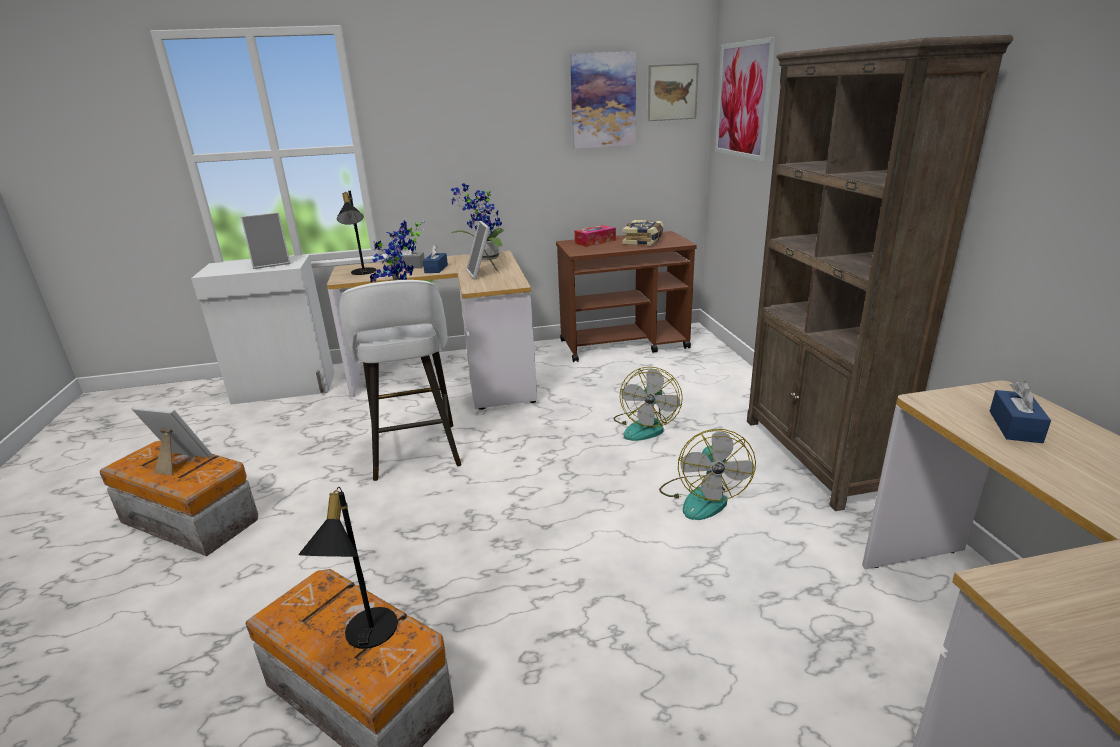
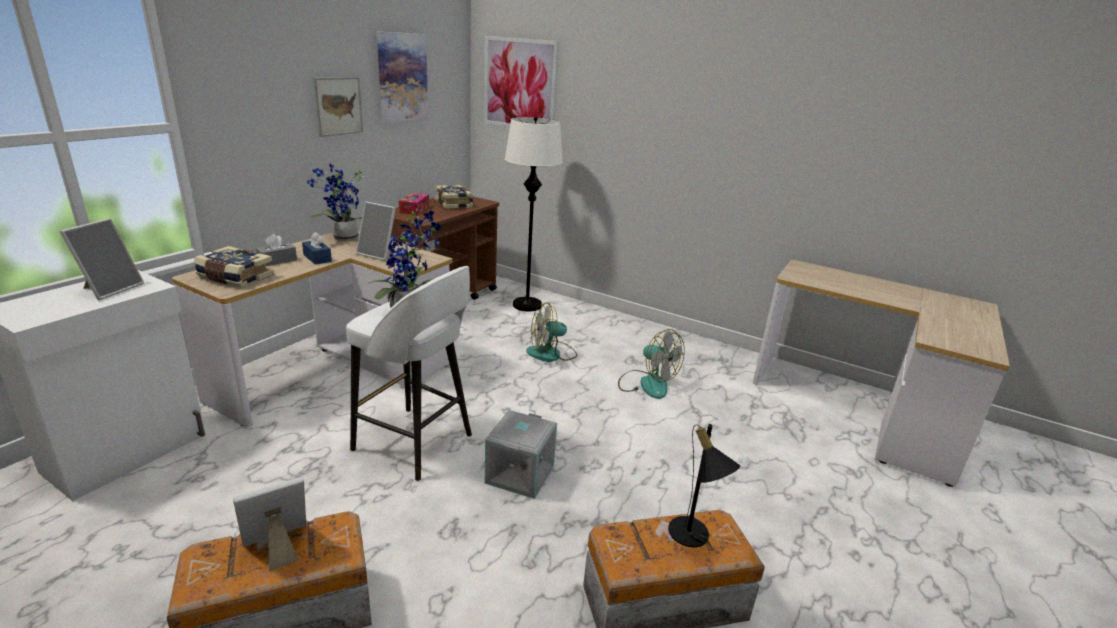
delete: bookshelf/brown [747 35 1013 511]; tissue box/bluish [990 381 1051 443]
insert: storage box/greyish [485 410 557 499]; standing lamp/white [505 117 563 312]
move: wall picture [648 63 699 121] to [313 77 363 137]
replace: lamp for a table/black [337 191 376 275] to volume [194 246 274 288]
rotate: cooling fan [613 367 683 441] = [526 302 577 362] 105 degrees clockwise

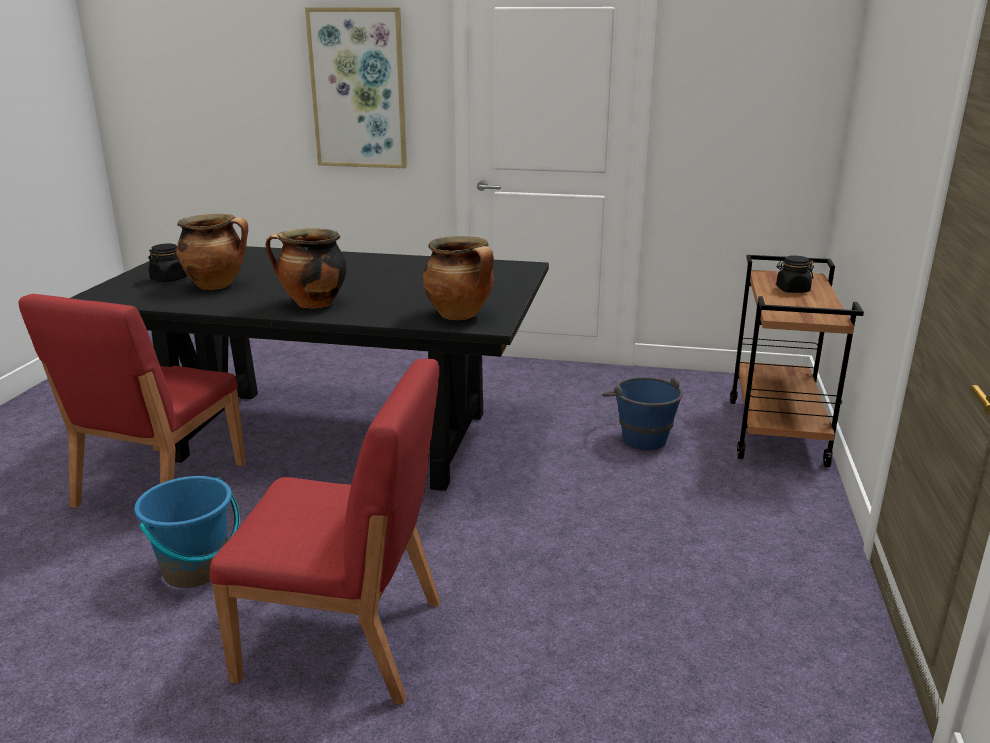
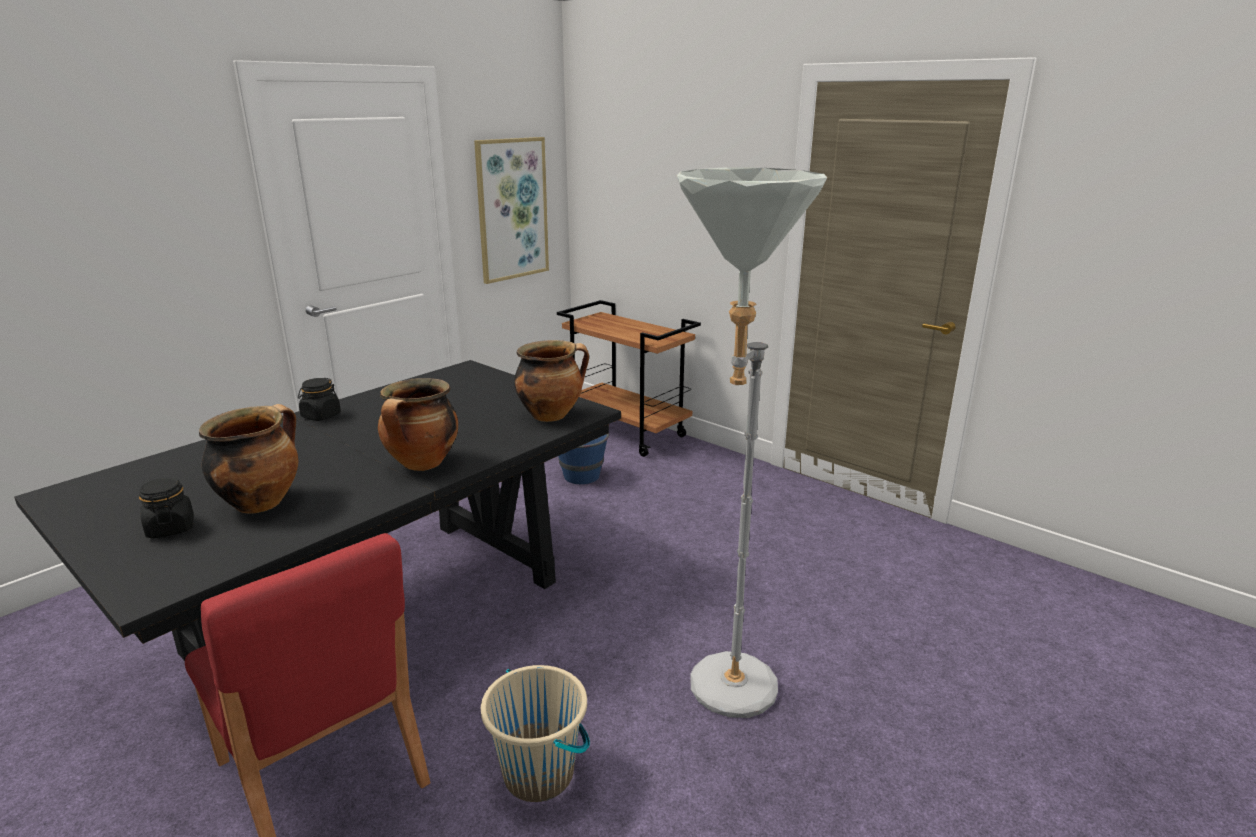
move: wall picture [305 7 407 168] to [474 137 549 284]; preserve jar/black [776 256 814 293] to [298 378 341 421]
replace: upright chair/reddish [210 359 440 705] to standing lamp/greyish [677 167 827 718]
recolor: water bucket/bluish [134 476 240 588] to water bucket/beige-coloured [481 665 590 802]

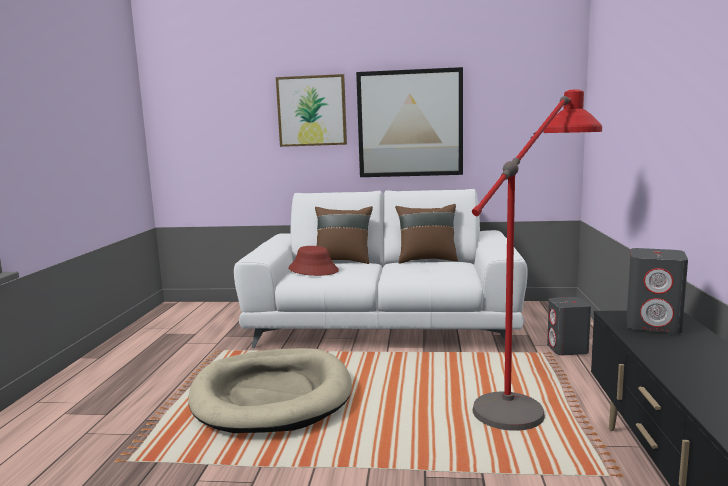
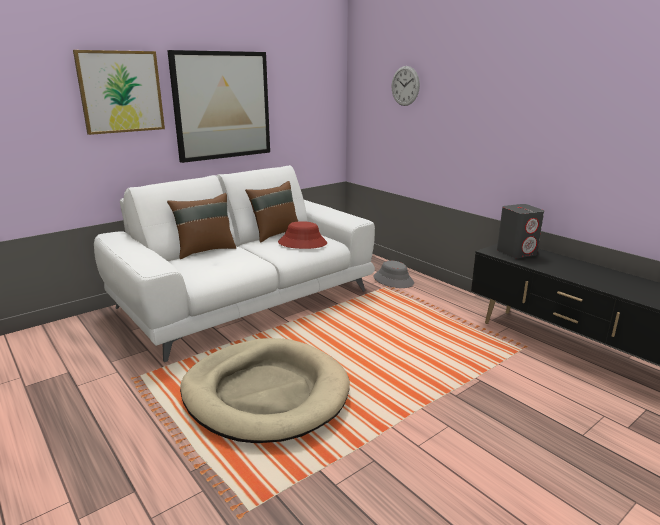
delete: standing lamp/reddish [472 89 602 431]
insert: hanging clock [392 66 420 106]
move: hat/reddish [288 246 339 276] to [278 221 327 249]
replace: audio speaker/greyish [547 297 591 355] to hat/greyish [373 260 414 288]

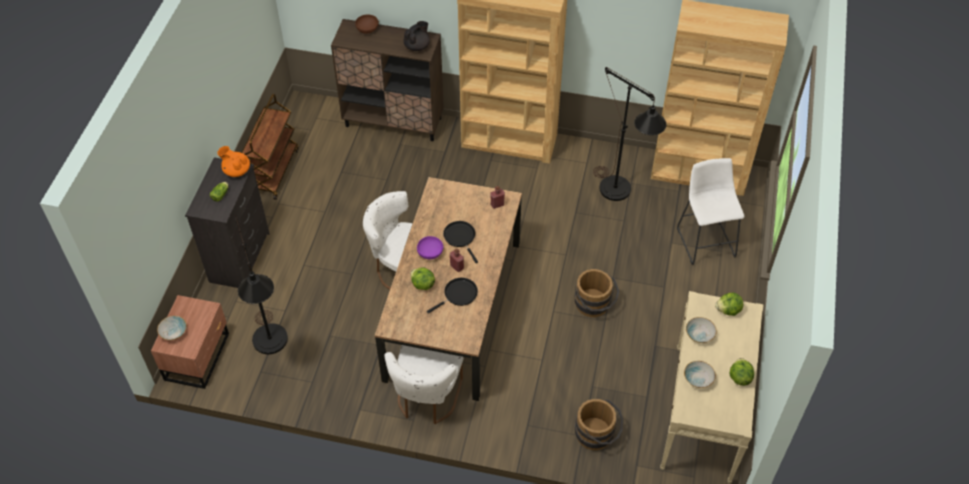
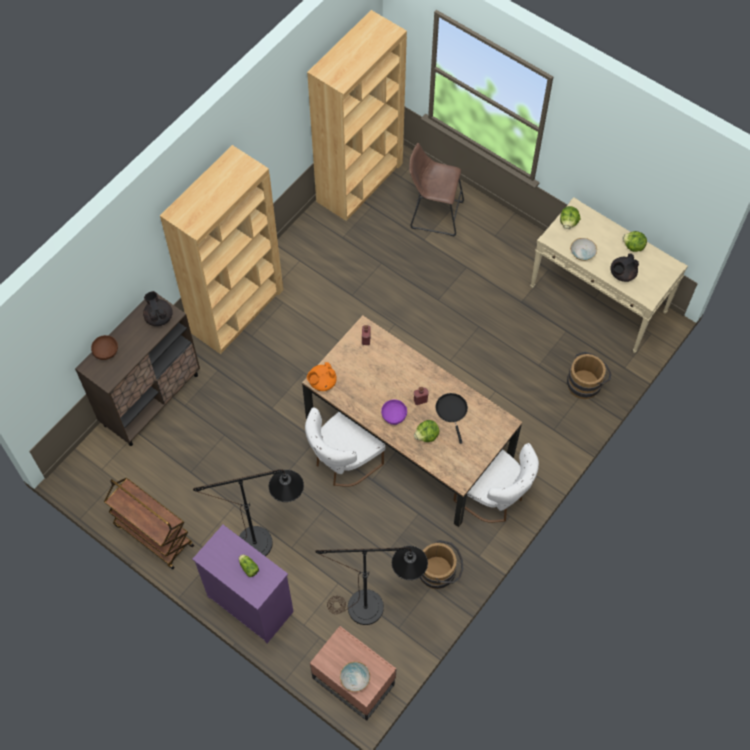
delete: skillet/black [443 221 478 263]
move: tea pot/orange-coloured [217 146 250 177] to [307 362 337 391]; water bucket/brown [574 269 619 317] to [420 540 463 589]; standing lamp/black [593 67 666 201] to [193 469 304 556]
replace: deep dish [684 361 716 388] to tea pot/black [611 253 639 282]
recolor: drawer chest/black [185 157 270 288] to drawer chest/purplish [192 525 294 643]; sitting stool/white [677 158 744 265] to sitting stool/brown [409 143 464 237]

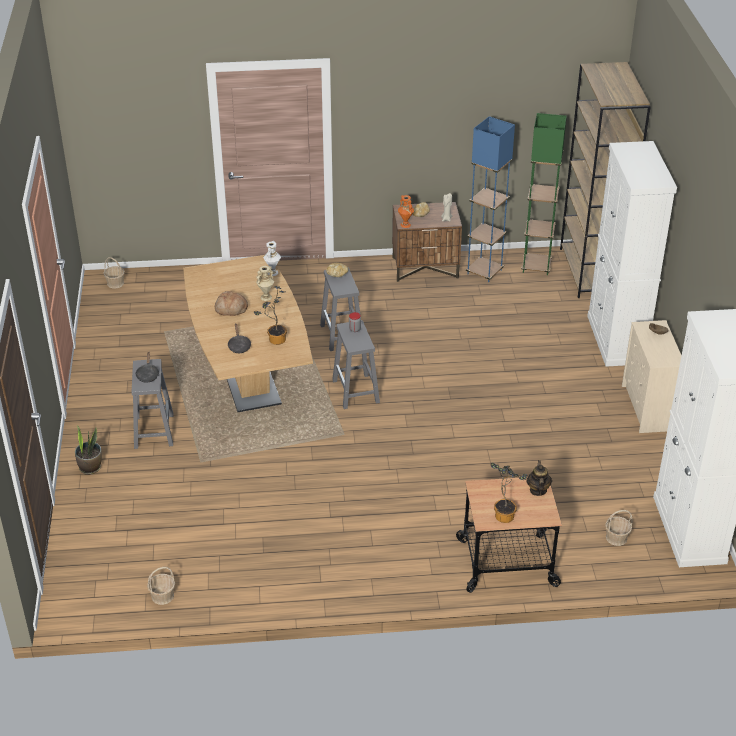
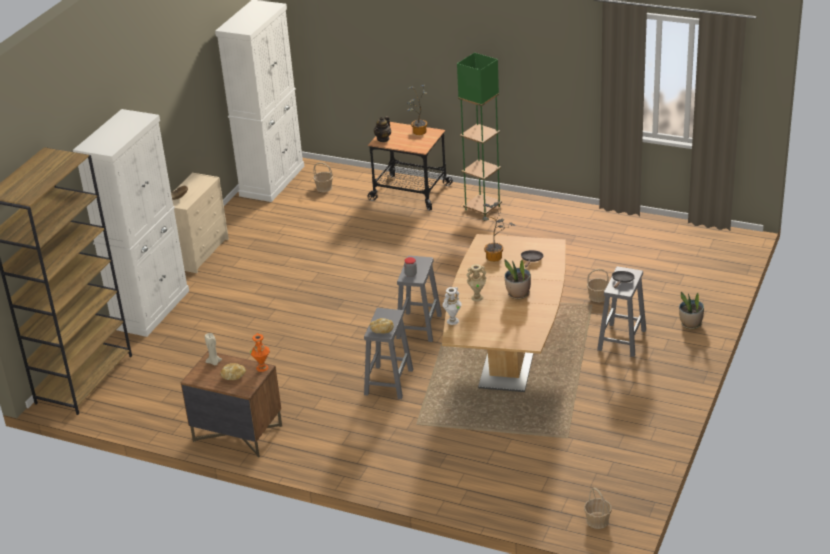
delete: standing lamp/bluish [466 116 515 282]
move: household basket [147 567 175 605] to [587 269 609 302]; standing lamp/greenish [521 113 567 275] to [457 52 502 217]
replace: bakery bread [215 291 248 316] to houseplant [504 259 531 299]

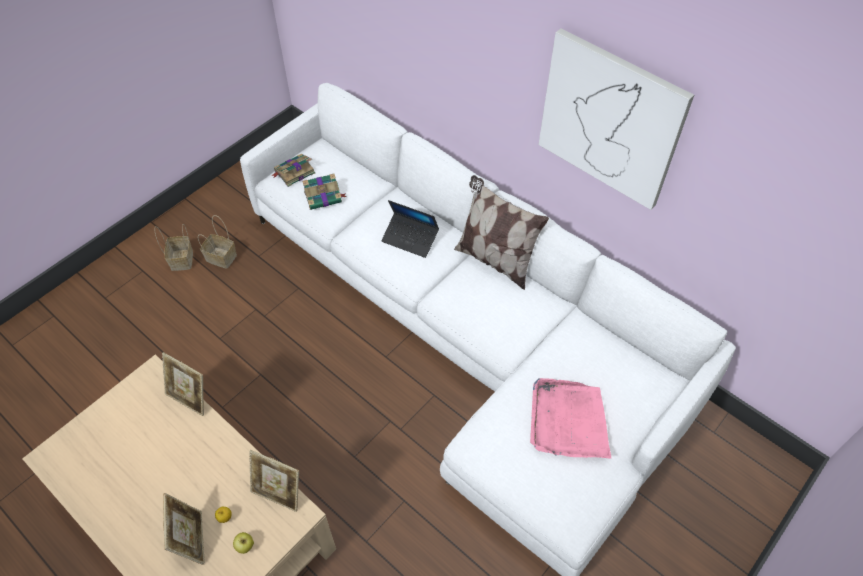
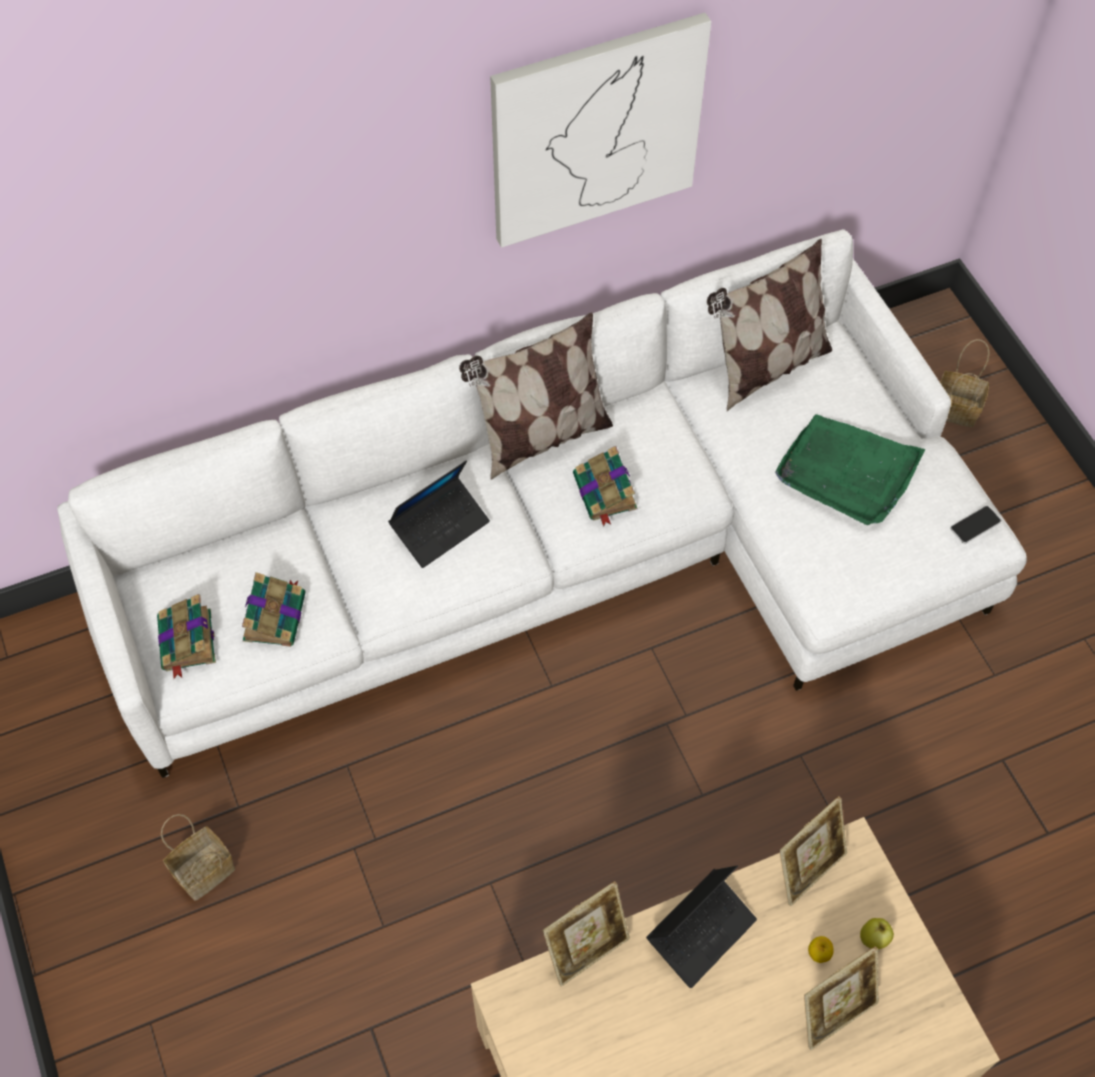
insert: volume [573 446 638 527]; laptop [646 866 757 988]; cushion [707 239 832 411]; telephone [950 506 1001 544]
move: household basket [154 224 193 271] to [940 339 990 427]
recolor: tray/pinkish [530 378 611 459] to tray/greenish [775 414 925 525]
rotate: picture frame [163 493 205 565] = [804 946 879 1050] 135 degrees clockwise

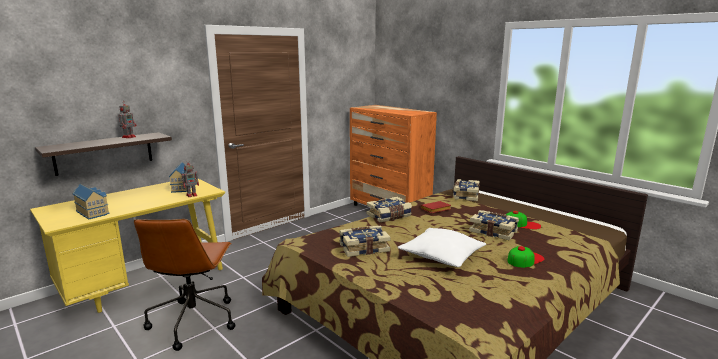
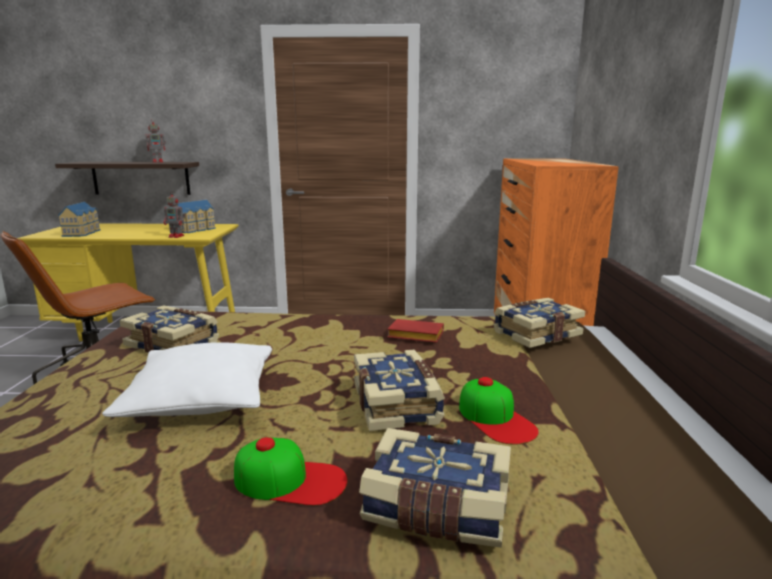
move: volume [367 197 412 222] to [359 428 511 548]

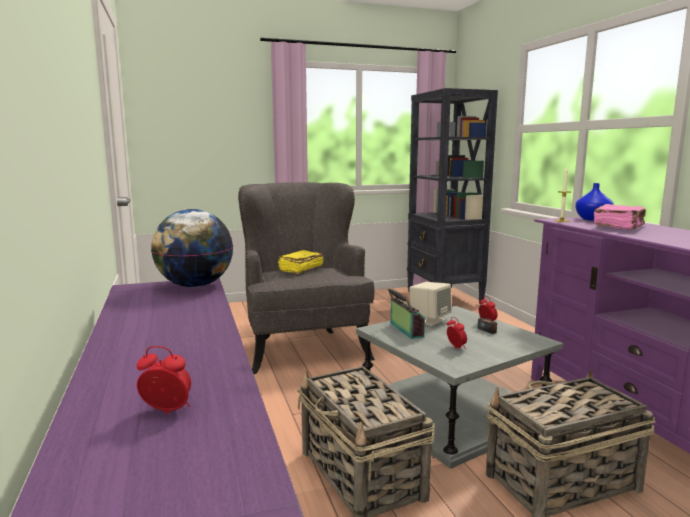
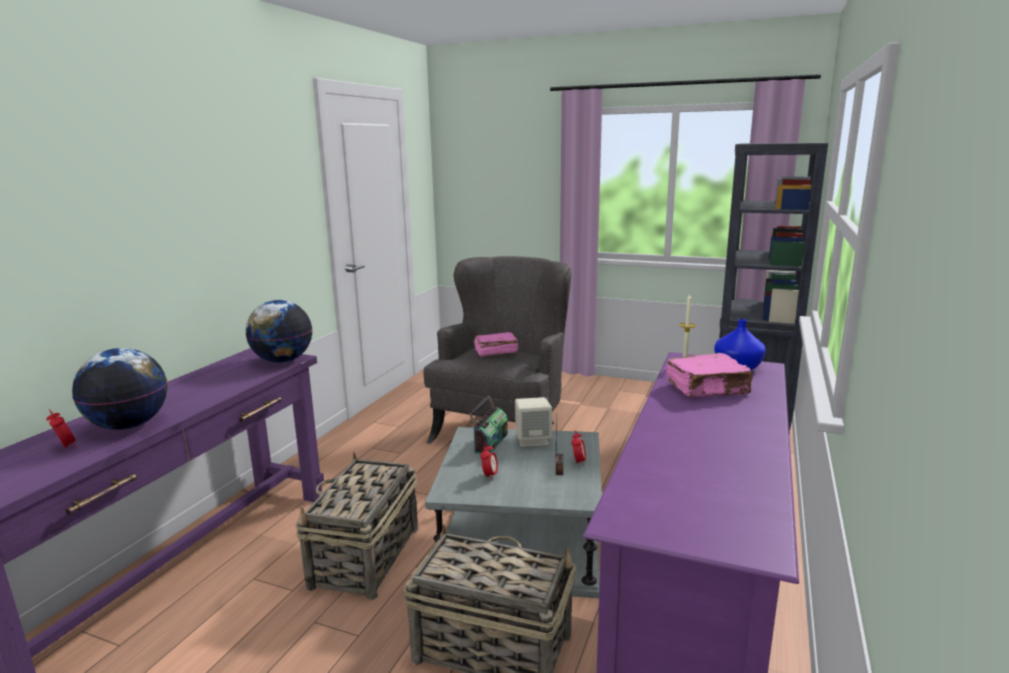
insert: desk globe [72 348 167 430]
recolor: volume/yellowish [278 250 323 274] to volume/pinkish [474 332 518 357]

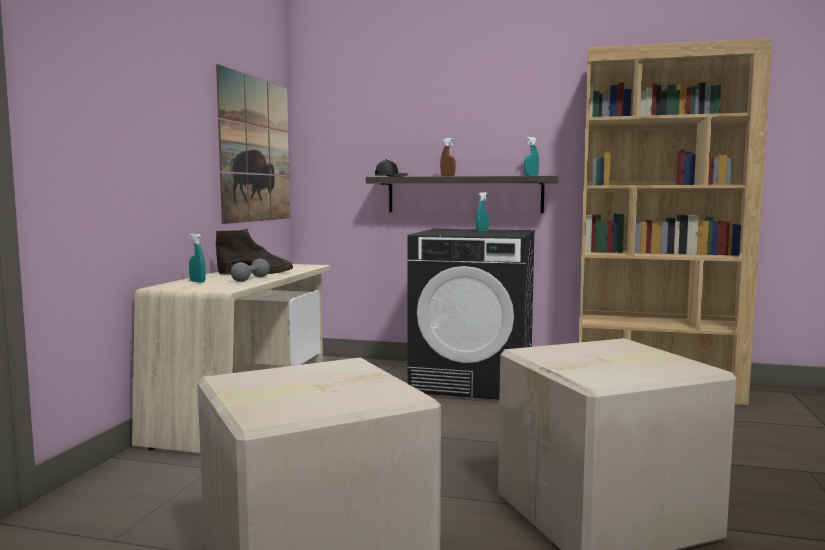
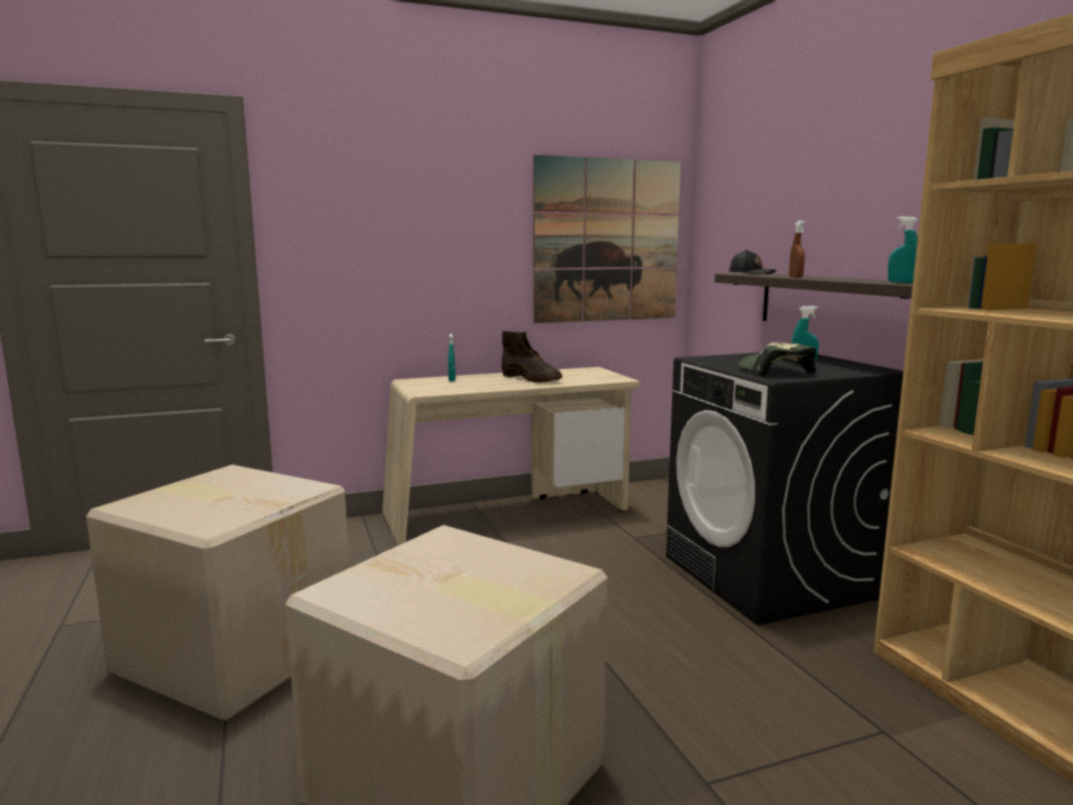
delete: free weight/greyish [230 259 270 282]
insert: peaked cap [738 342 816 376]

